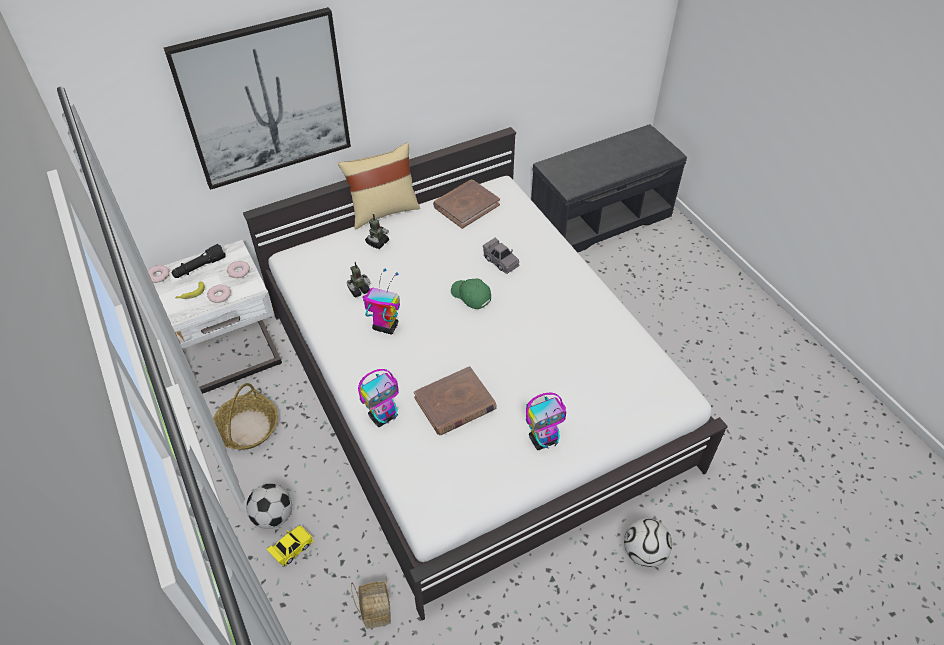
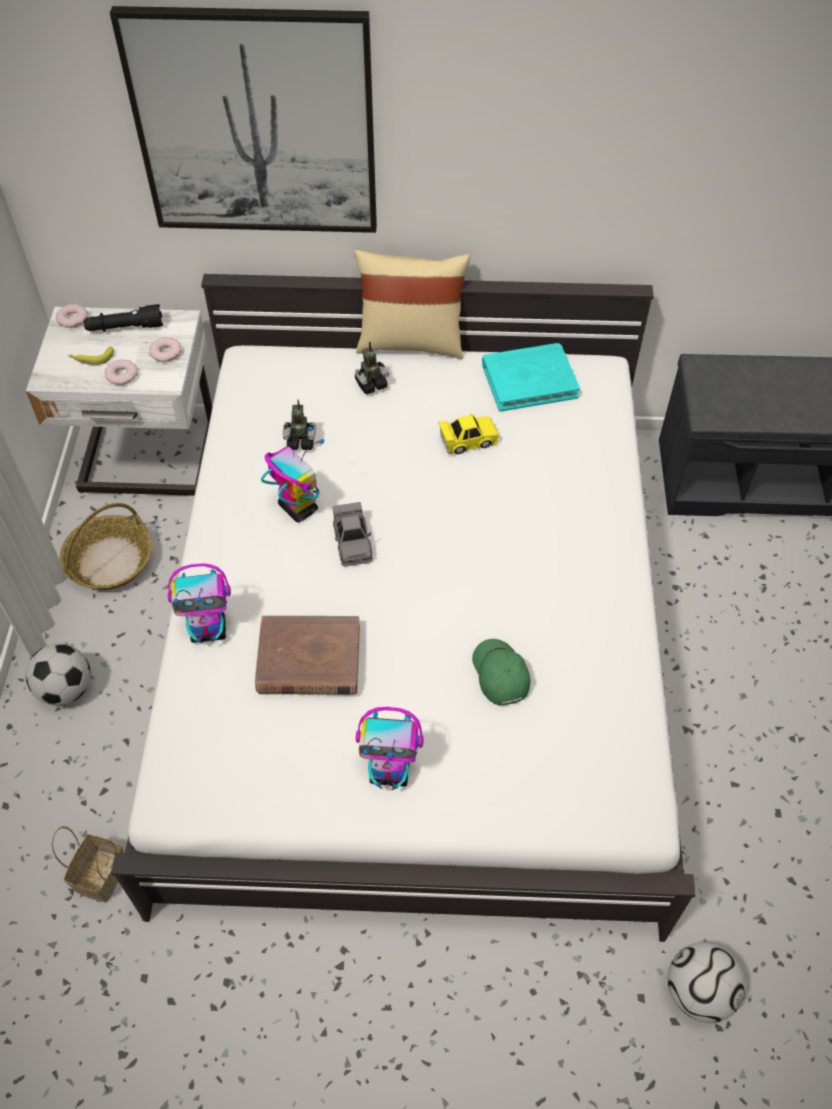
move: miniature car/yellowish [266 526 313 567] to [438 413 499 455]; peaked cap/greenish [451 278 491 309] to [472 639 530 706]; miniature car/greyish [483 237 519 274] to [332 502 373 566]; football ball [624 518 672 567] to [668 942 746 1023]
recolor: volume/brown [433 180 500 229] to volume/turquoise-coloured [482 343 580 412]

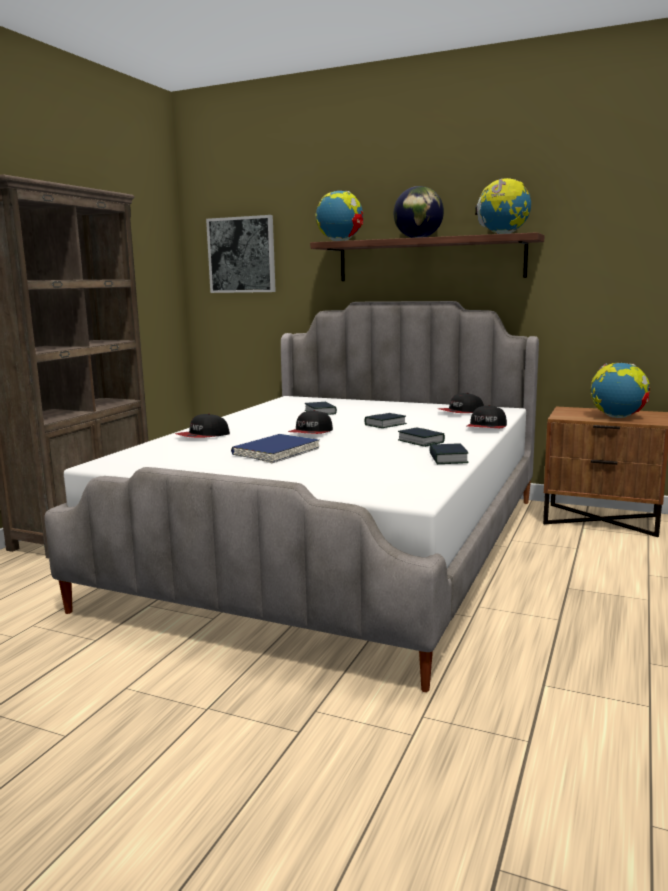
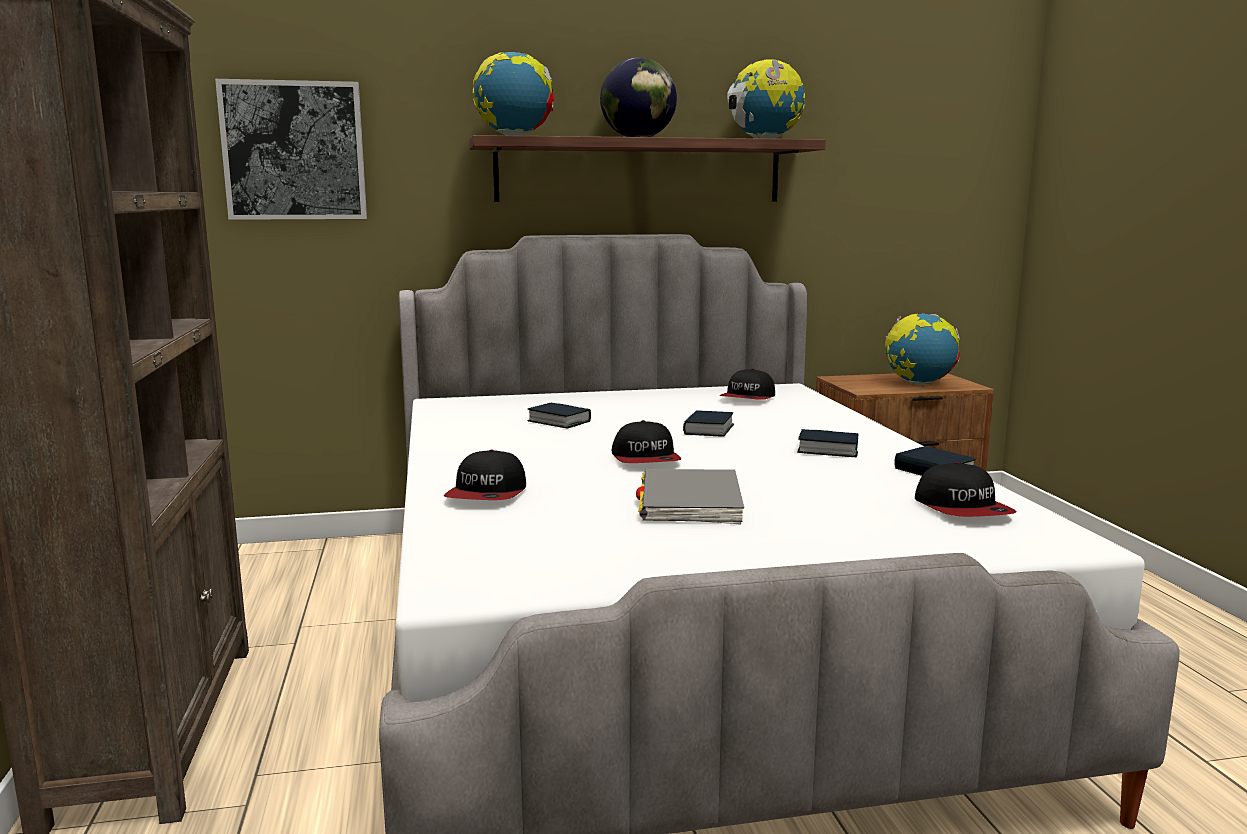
move: peaked cap [467 405 507 428] to [915 462 1017 517]
recolor: volume/bluish [231 434 319 463] to volume/greyish [636 469 744 525]

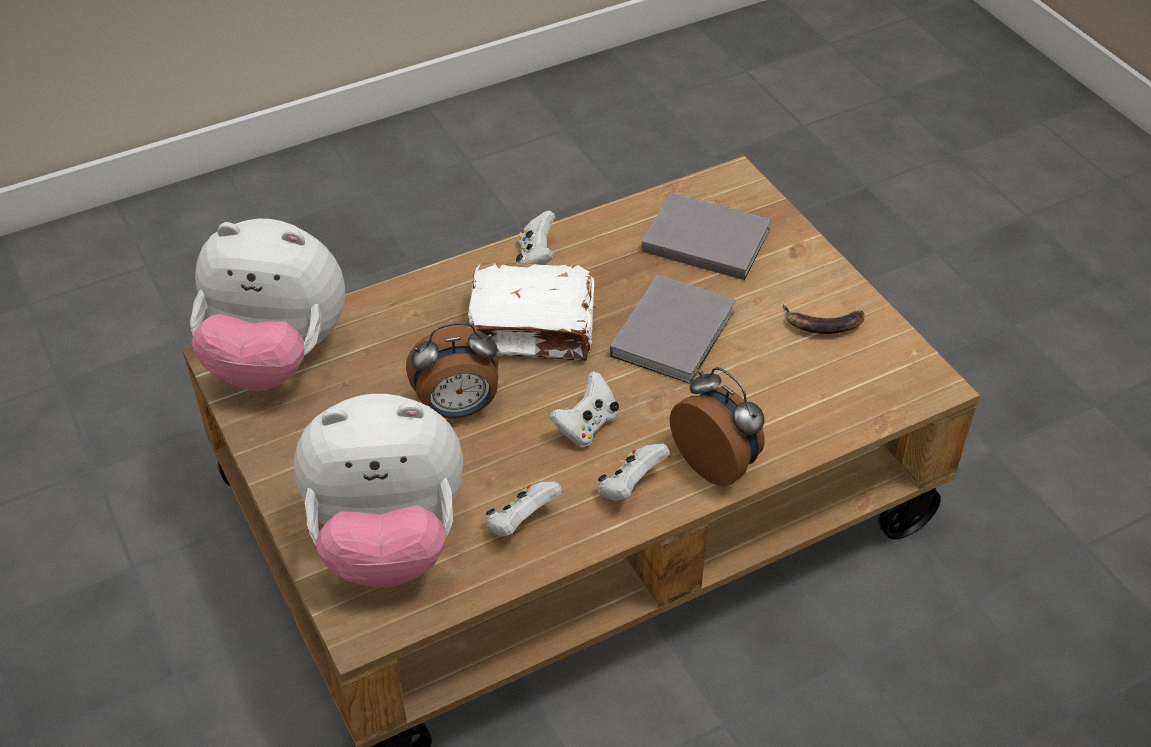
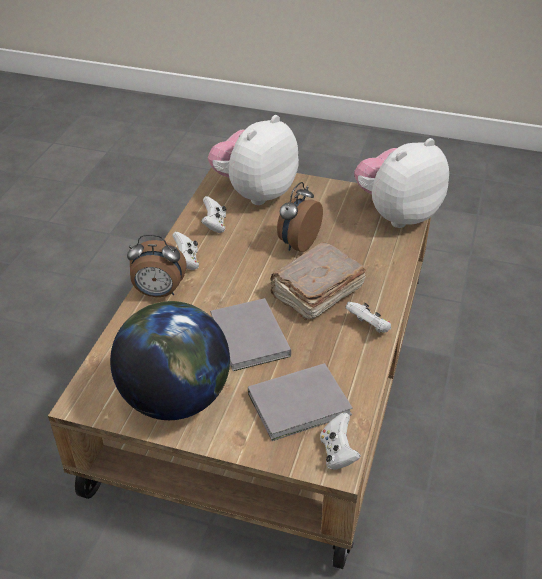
move: joypad/white [549 371 619 447] to [320 413 361 470]
replace: whole banana [783 305 864 334] to desk globe [110 301 230 420]
recolor: volume/white [468 263 596 361] to volume/brown [270 242 366 321]

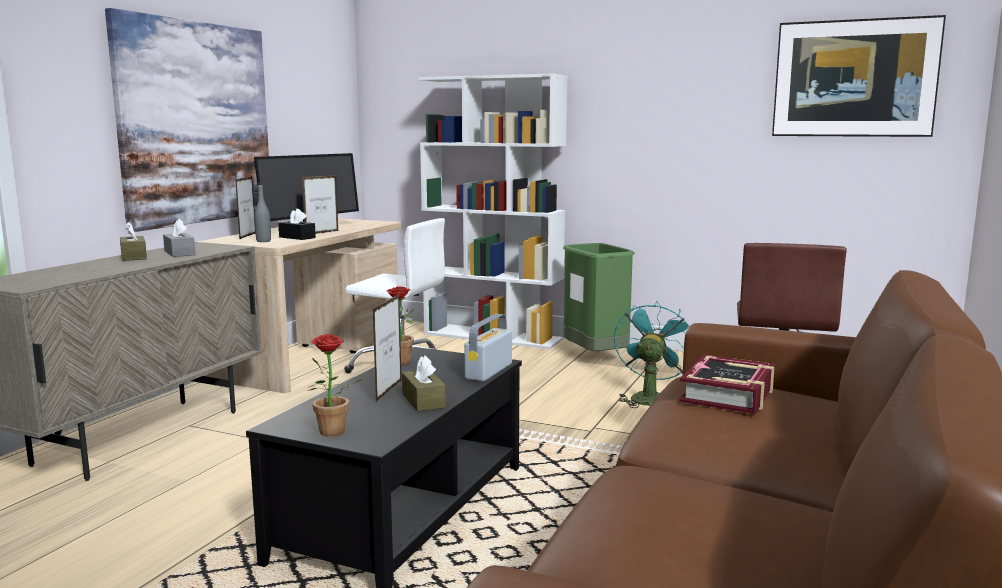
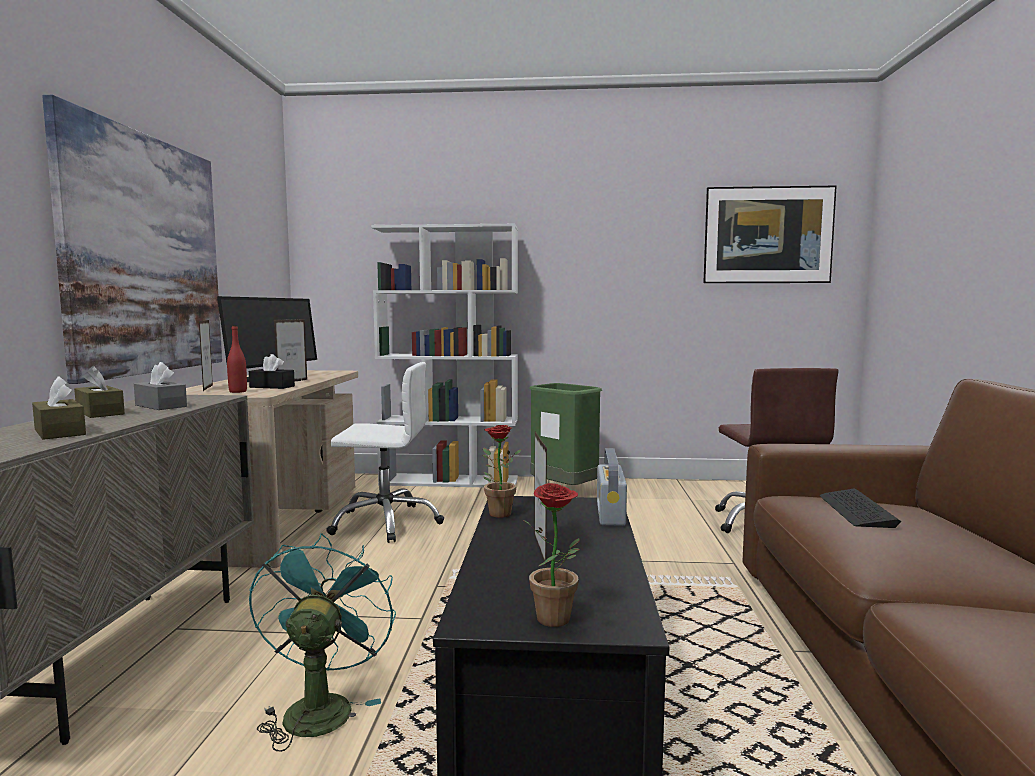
move: tissue box/brown [402 356 446 412] to [32 376 86 440]; cooling fan/turquoise-coloured [614 300 689 408] to [249 533 396 752]
replace: volume [679 355 774 414] to keyboard [820 489 902 528]
recolor: beverage bottle/greyish [254 184 271 242] to beverage bottle/reddish [227 325 247 393]

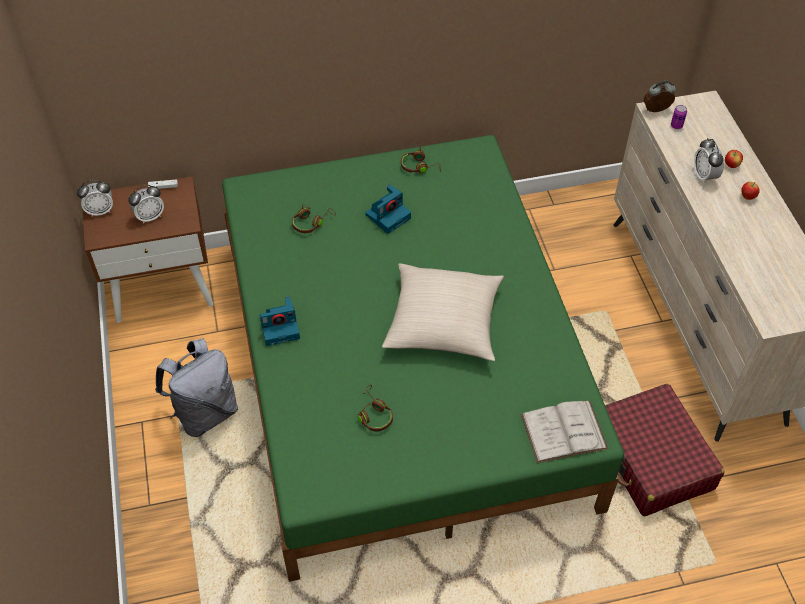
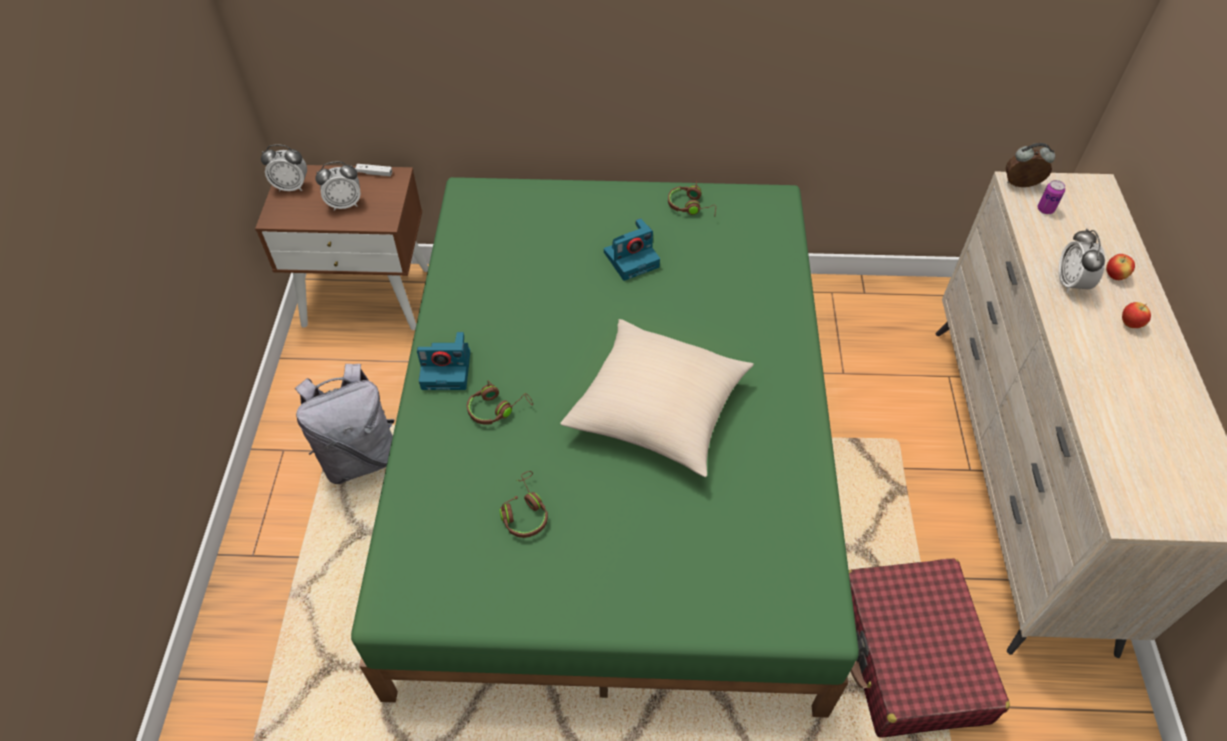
delete: volume/white [521 401 608 463]
move: pair of headphones/brown [292 204 336 233] to [467 381 533 425]

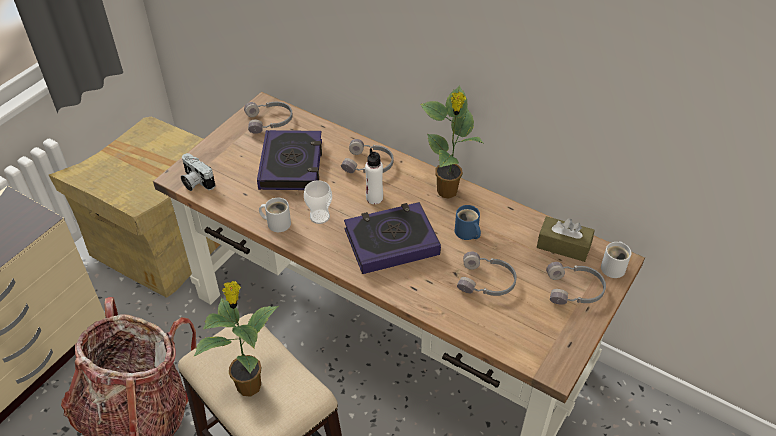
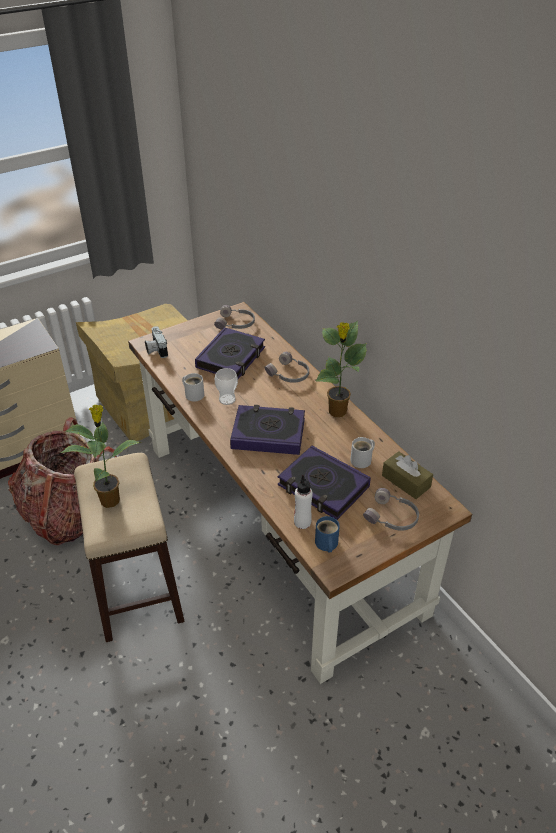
move: beverage bottle/white [365 148 383 204] to [294 475 313 529]; tea mug/bluish [455 205 481 240] to [315 516 340 553]; tea mug/white [601 241 631 278] to [350 437 375 468]
replace: pair of headphones/greyish [457 252 517 296] to volume [278 446 371 520]

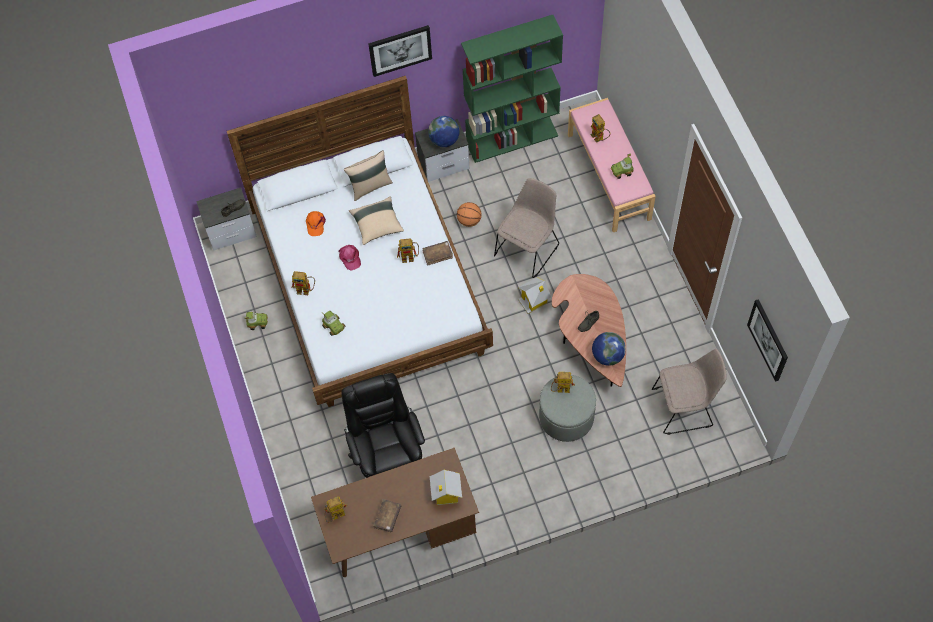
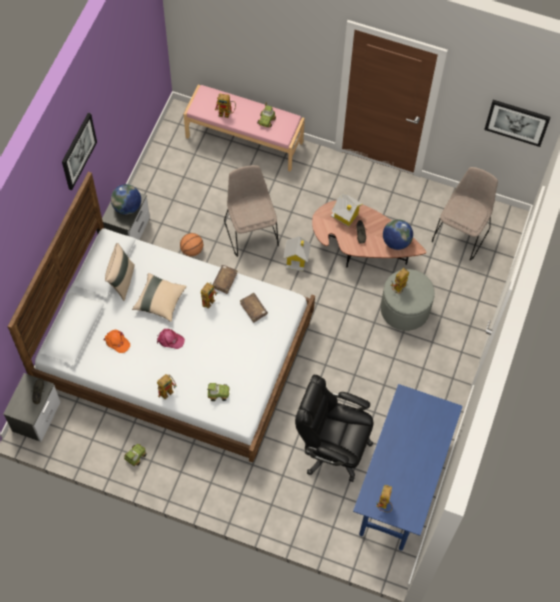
delete: bookshelf/greenish [461 15 563 163]
move: volume/brown [373 499 402 532] to [240 293 268 323]; miniature house [430 470 462 505] to [331 194 363 227]
recolor: desk table/brown [311 448 479 577] to desk table/bluish [353 384 463 550]

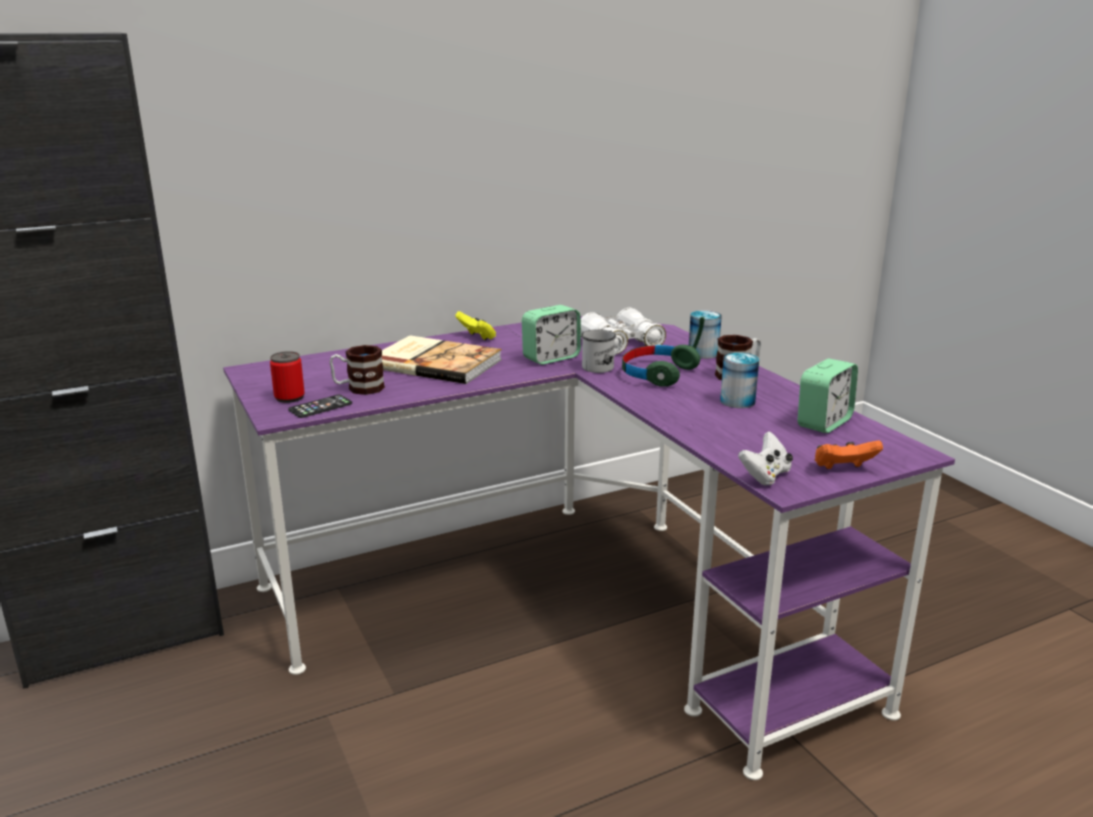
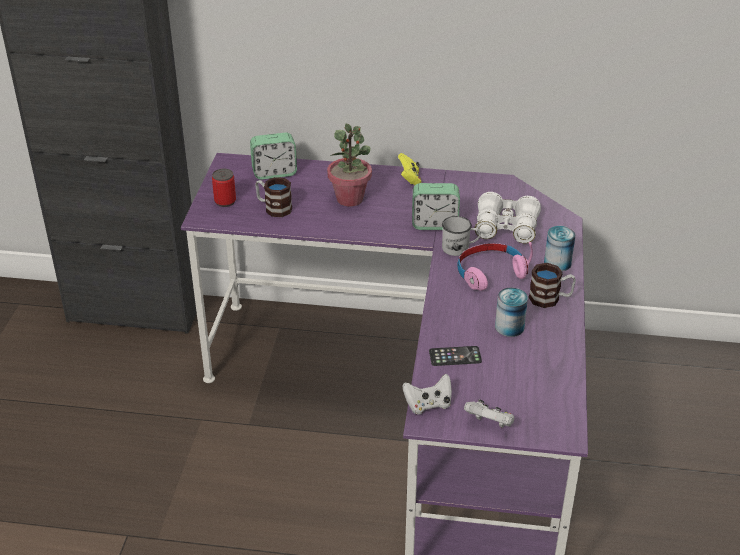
move: telephone [288 395 352 418] to [429 346 482 366]; bedside clock [798 359 858 433] to [250 132 297 180]
replace: volume [382 335 502 384] to houseplant [327 124 372 207]
recolor: pair of headphones/greenish [622 317 705 387] to pair of headphones/pinkish [457 242 533 291]; joypad/orange-coloured [814 440 883 469] to joypad/white [464 399 514 428]

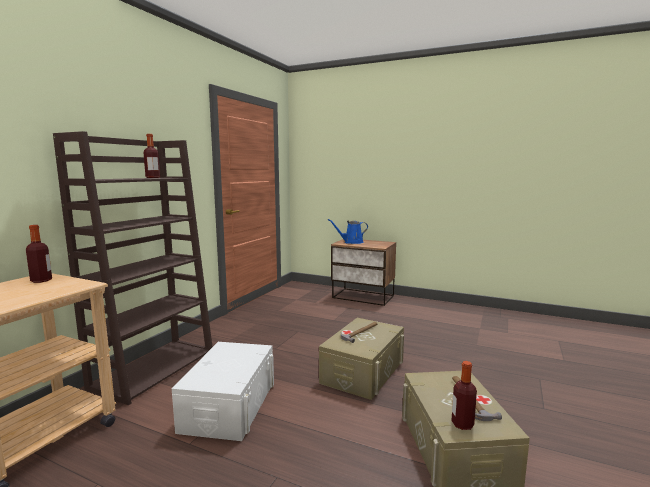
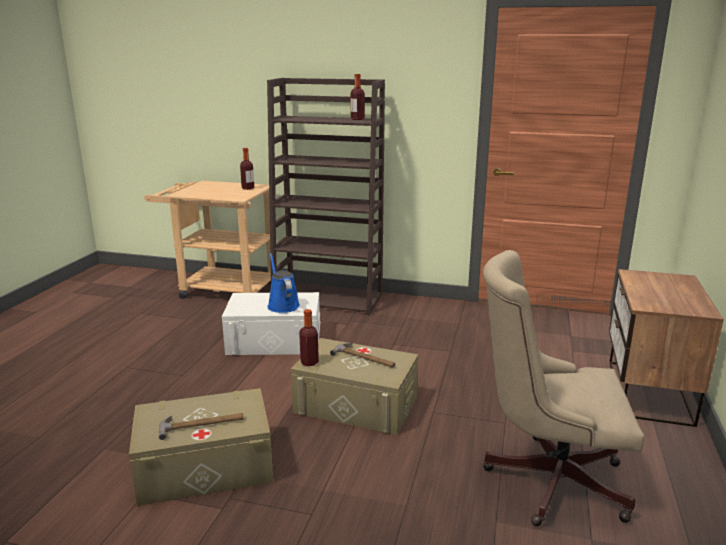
insert: office chair/beige-coloured [483 250 644 526]
move: watering can/bluish [328 219 368 244] to [267 253 300 313]; beverage bottle [451 361 477 430] to [299 309 319 366]

